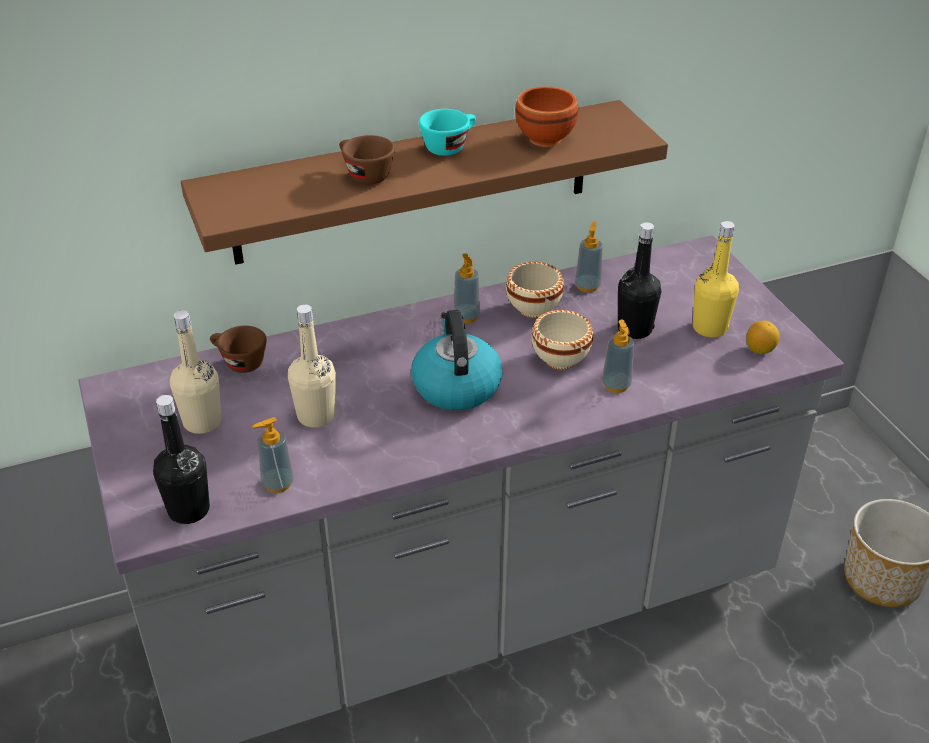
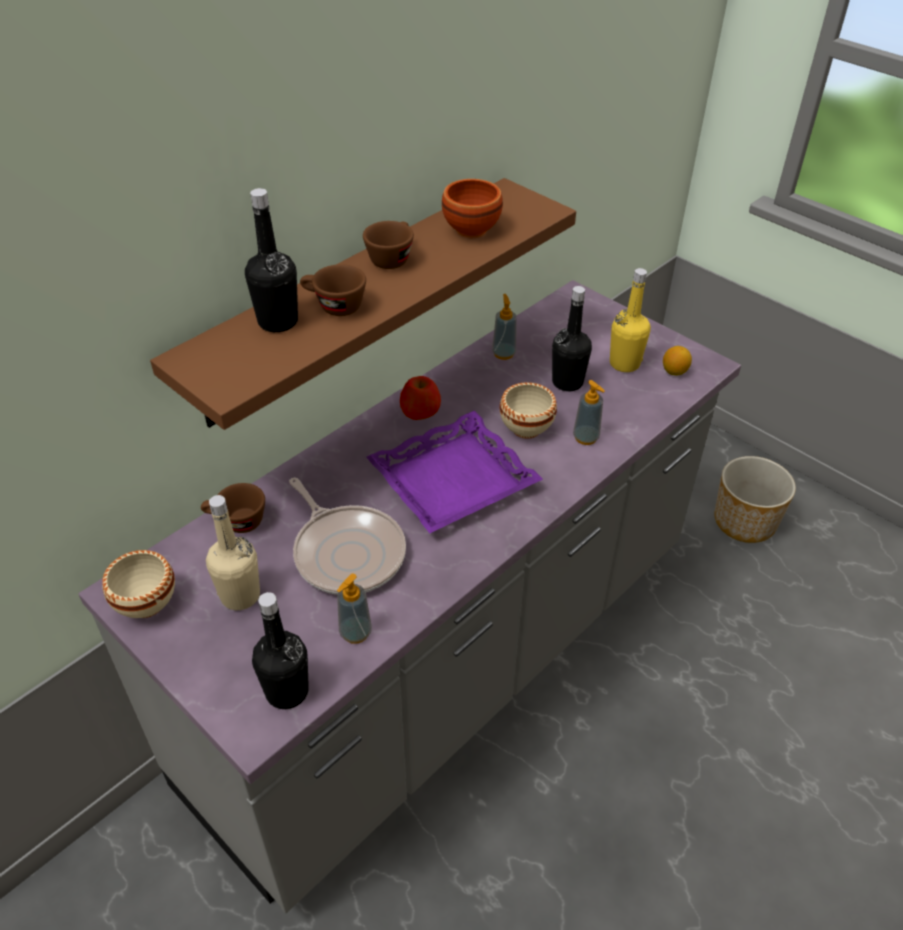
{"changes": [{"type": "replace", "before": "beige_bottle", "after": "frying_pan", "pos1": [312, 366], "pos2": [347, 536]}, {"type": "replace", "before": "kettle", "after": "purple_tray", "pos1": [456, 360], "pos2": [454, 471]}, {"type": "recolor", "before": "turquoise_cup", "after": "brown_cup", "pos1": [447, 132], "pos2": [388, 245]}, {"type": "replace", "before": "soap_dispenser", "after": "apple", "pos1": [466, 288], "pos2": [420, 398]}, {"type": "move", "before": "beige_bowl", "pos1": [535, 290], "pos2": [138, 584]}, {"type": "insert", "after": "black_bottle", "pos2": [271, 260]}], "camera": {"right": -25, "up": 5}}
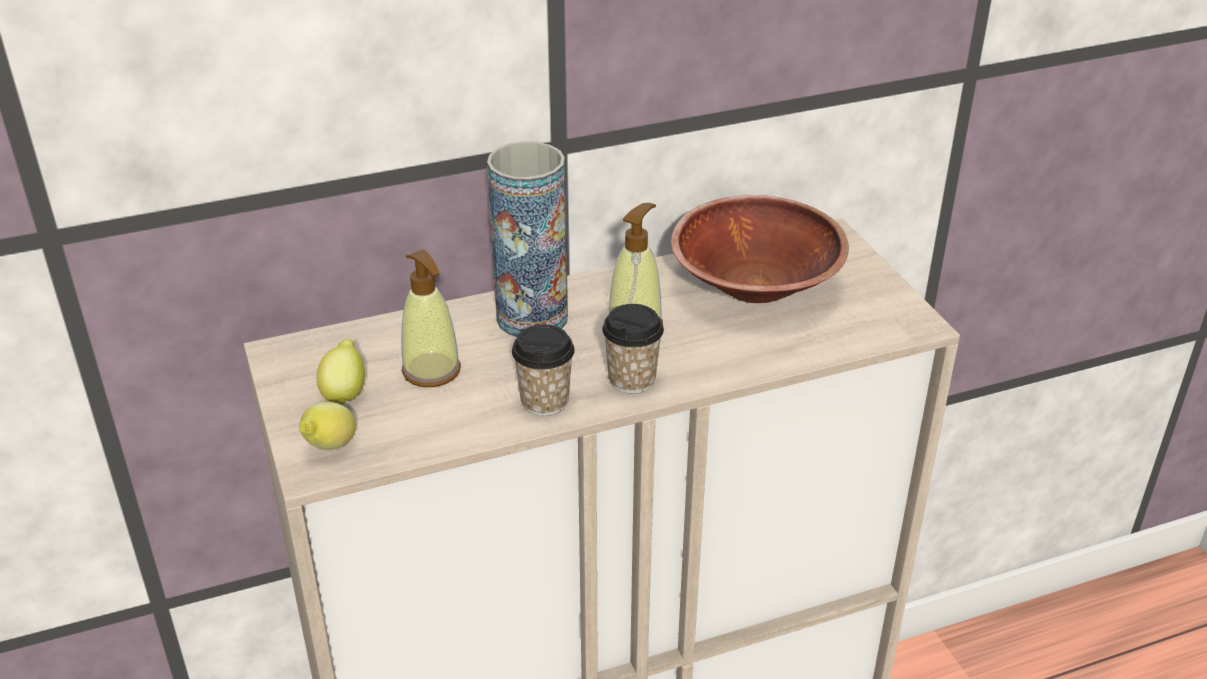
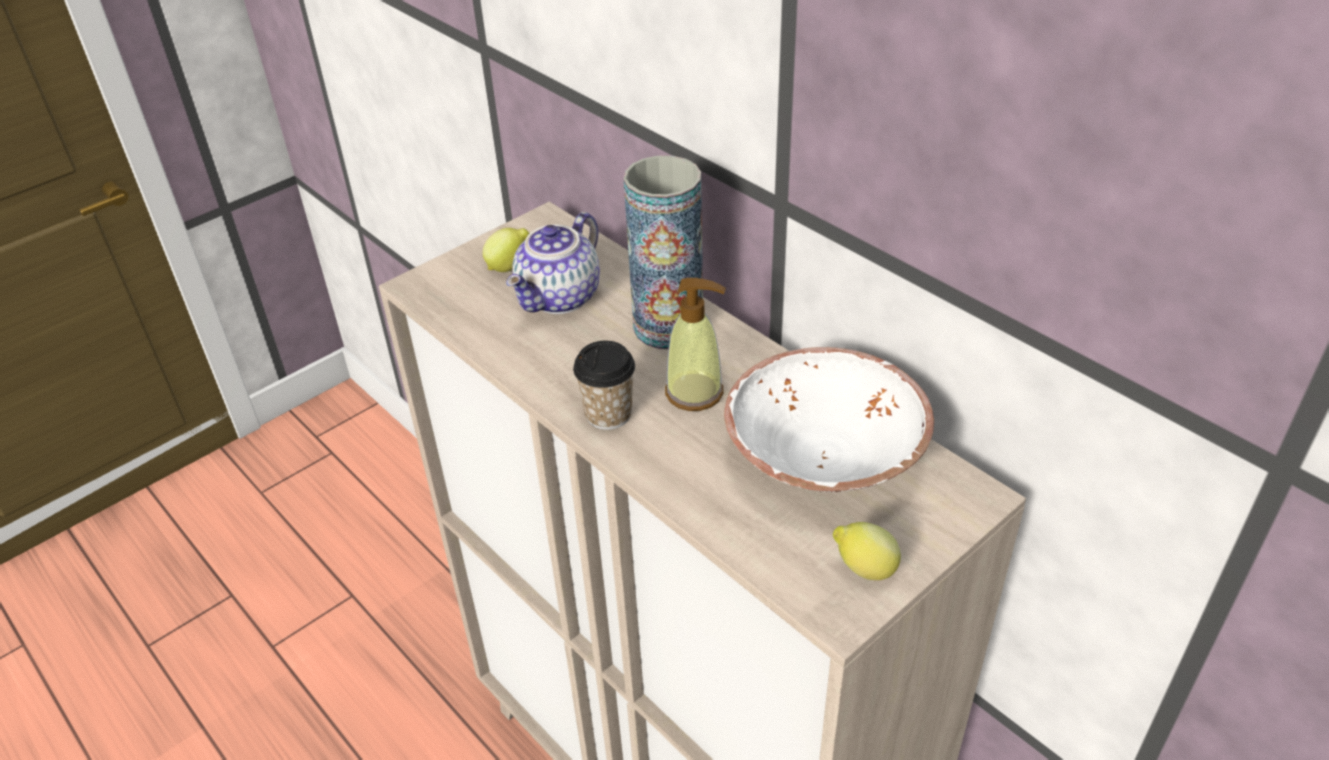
{"changes": [{"type": "move", "before": "lemon", "pos1": [327, 426], "pos2": [867, 551]}, {"type": "replace", "before": "soap_dispenser", "after": "teapot", "pos1": [431, 318], "pos2": [553, 263]}, {"type": "delete", "before": "cup", "pos1": [543, 370]}, {"type": "recolor", "before": "brown_bowl", "after": "white_bowl", "pos1": [760, 249], "pos2": [829, 419]}], "camera": {"right": 70, "up": 5}}
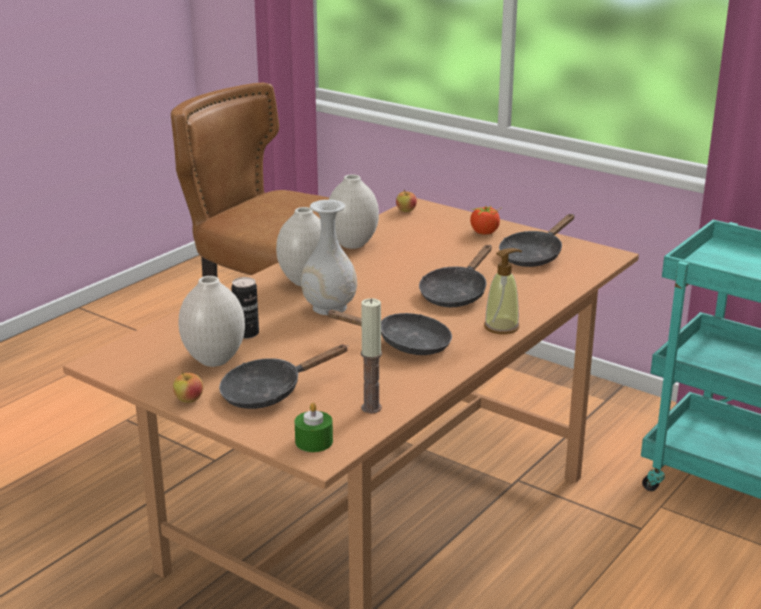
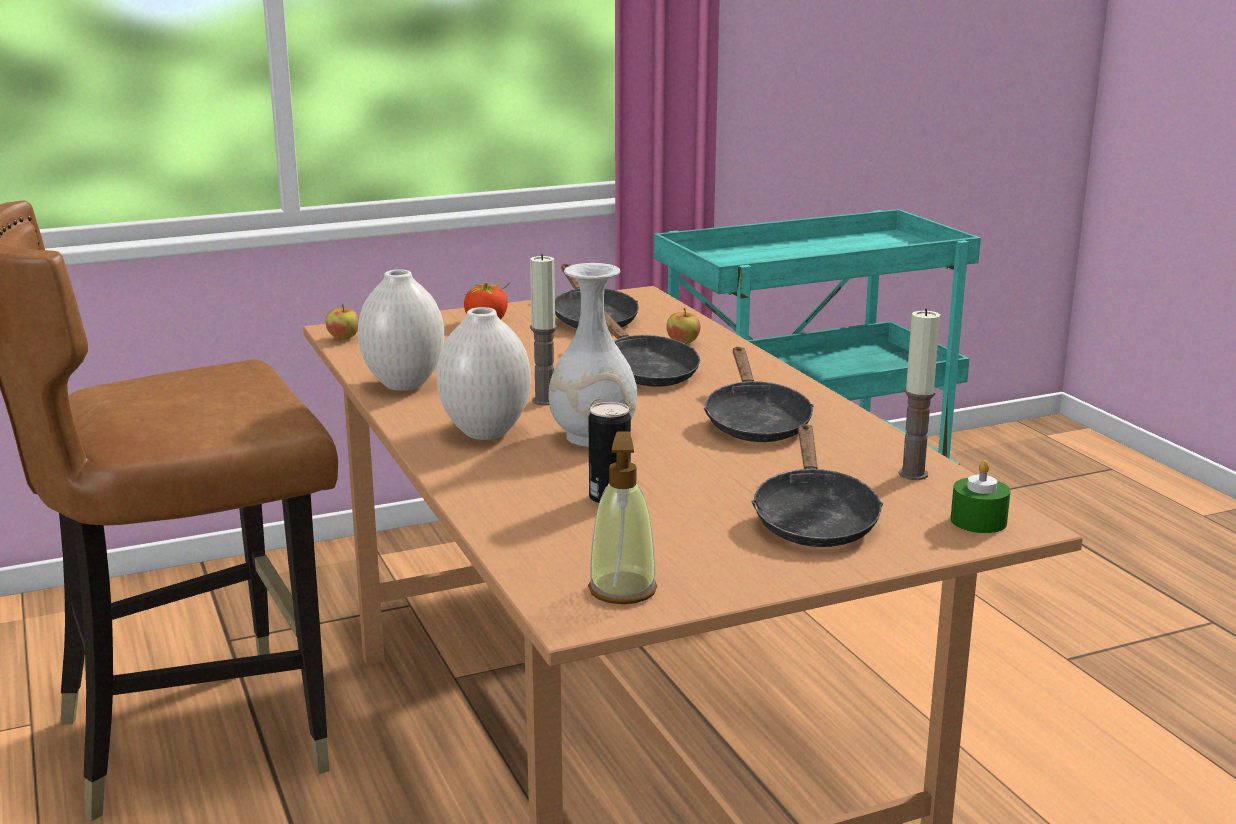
{"changes": [{"type": "move", "before": "apple", "pos1": [188, 387], "pos2": [683, 326]}, {"type": "delete", "before": "white_vase", "pos1": [211, 321]}, {"type": "rotate", "before": "black_frying_pan", "pos1": [389, 332], "pos2": [759, 394], "turn": 135}, {"type": "move", "before": "soap_dispenser", "pos1": [503, 291], "pos2": [622, 518]}, {"type": "insert", "after": "candle", "pos2": [543, 330]}], "camera": {"right": -60, "up": -5}}
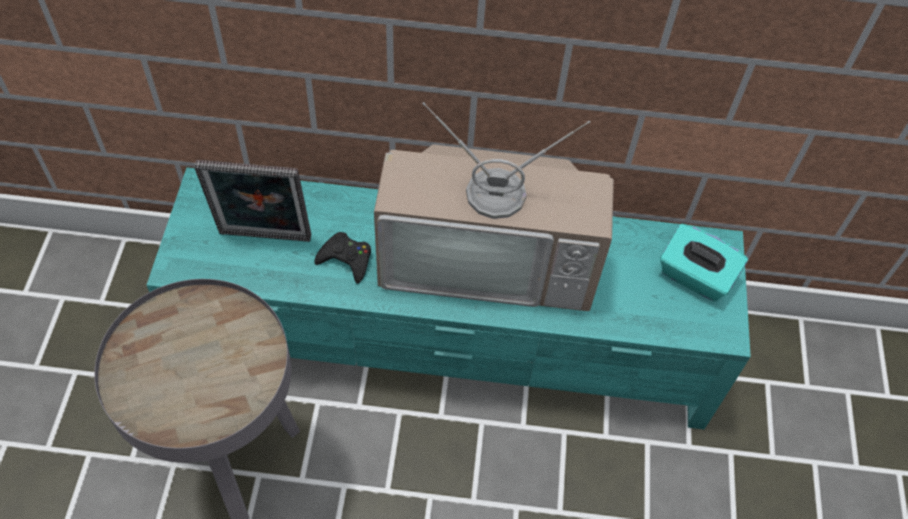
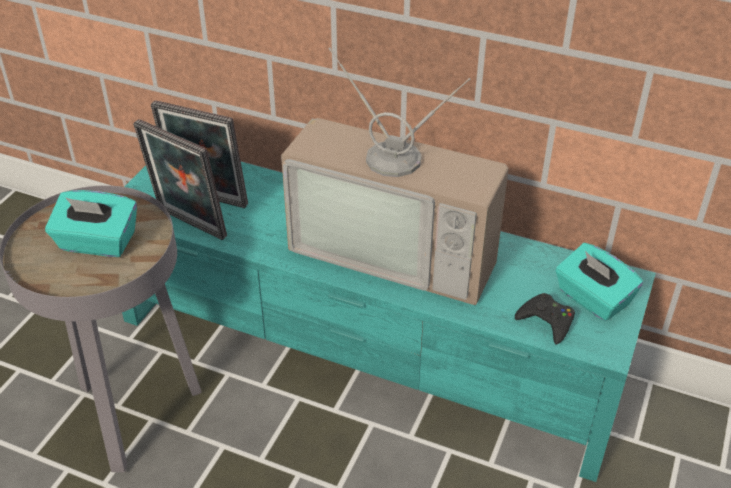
{"changes": [{"type": "move", "before": "black_game_controller", "pos1": [342, 258], "pos2": [545, 319]}, {"type": "insert", "after": "turquoise_tissue_box", "pos2": [91, 223]}, {"type": "insert", "after": "picture_frame", "pos2": [180, 179]}], "camera": {"right": 20, "up": -15}}
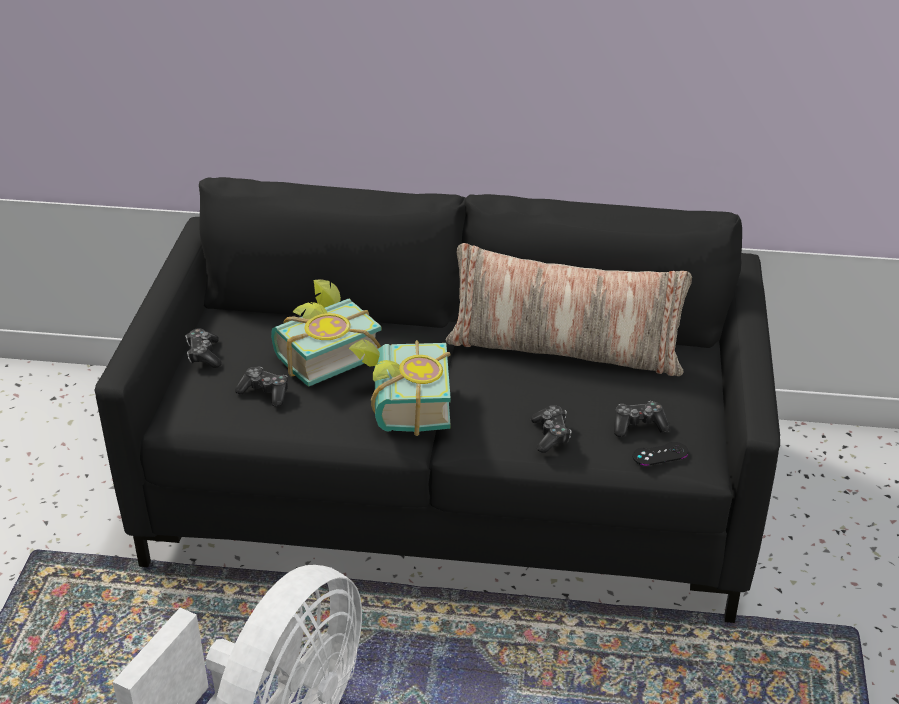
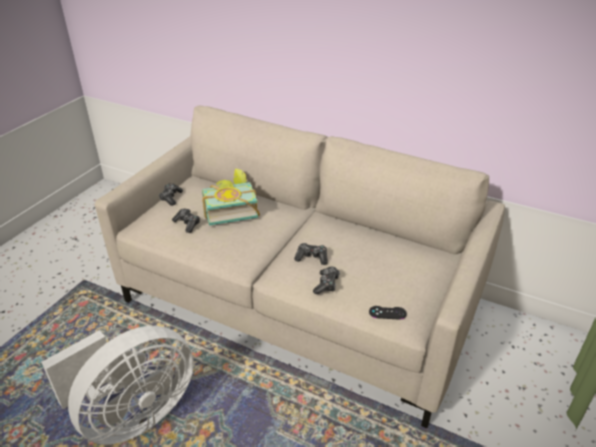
{"changes": [{"type": "recolor", "before": "black_sofa", "after": "beige_sofa", "pos1": [437, 400], "pos2": [300, 266]}, {"type": "delete", "before": "book", "pos1": [400, 388]}, {"type": "delete", "before": "pillow", "pos1": [569, 309]}, {"type": "move", "before": "game_controller", "pos1": [642, 419], "pos2": [311, 254]}], "camera": {"right": 20, "up": 0}}
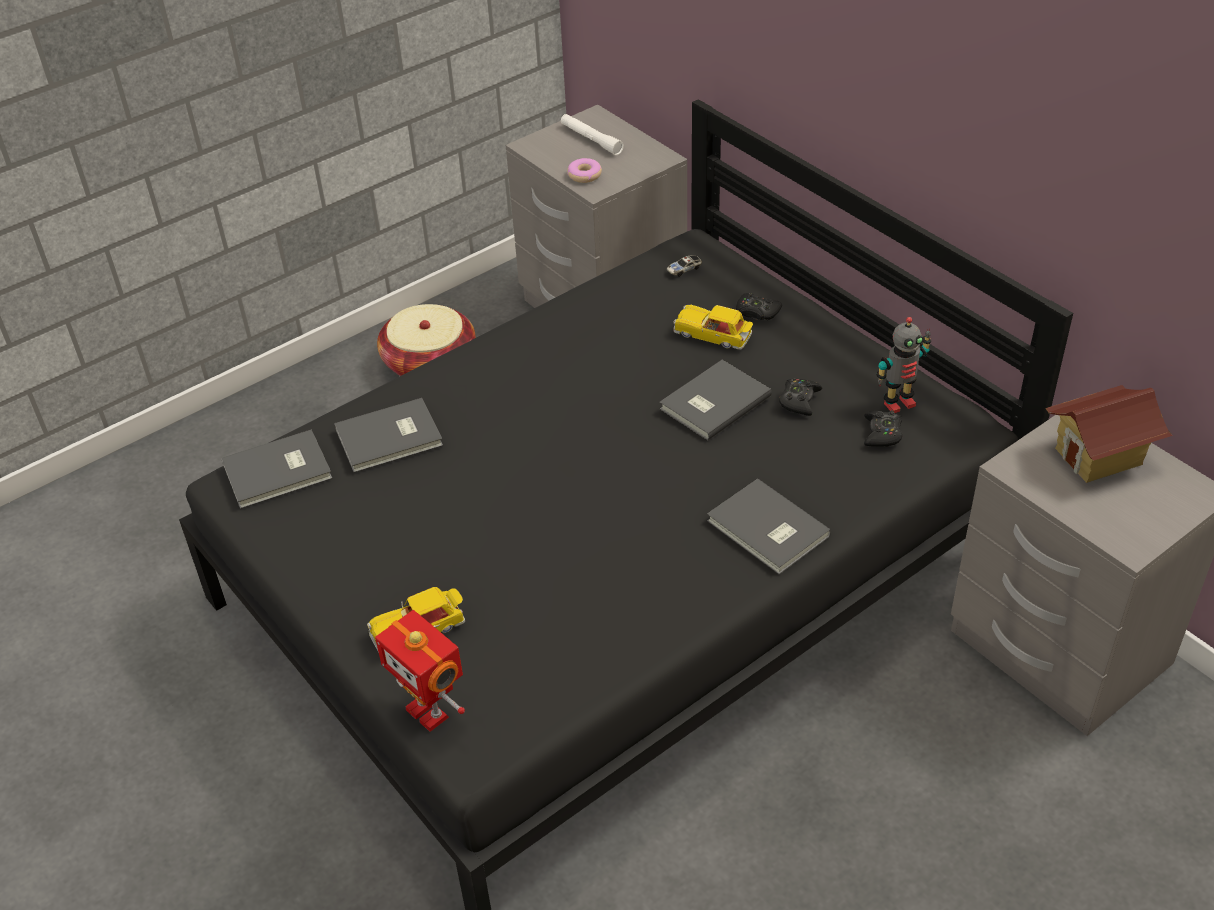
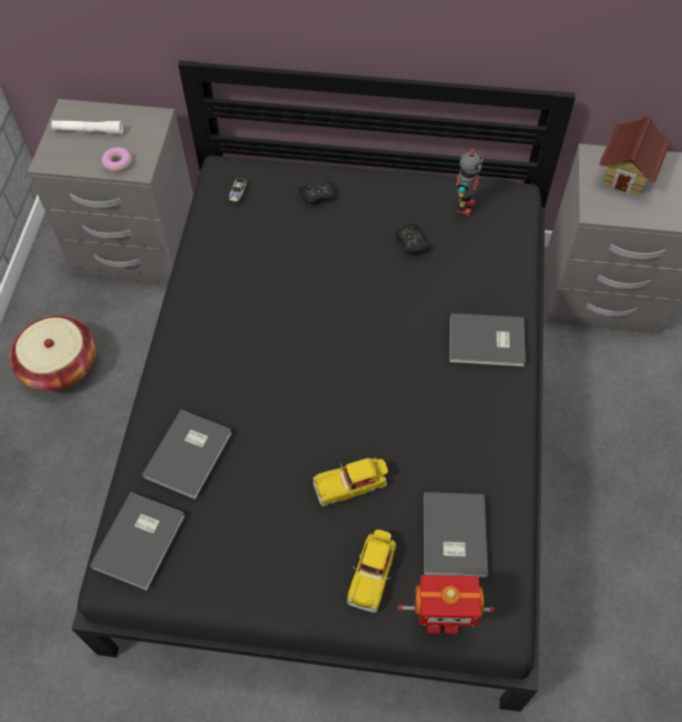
{"changes": [{"type": "move", "before": "grey_book", "pos1": [716, 400], "pos2": [456, 534]}, {"type": "move", "before": "toy_car", "pos1": [713, 327], "pos2": [350, 482]}, {"type": "delete", "before": "black_game_controller", "pos1": [883, 428]}], "camera": {"right": -45, "up": 15}}
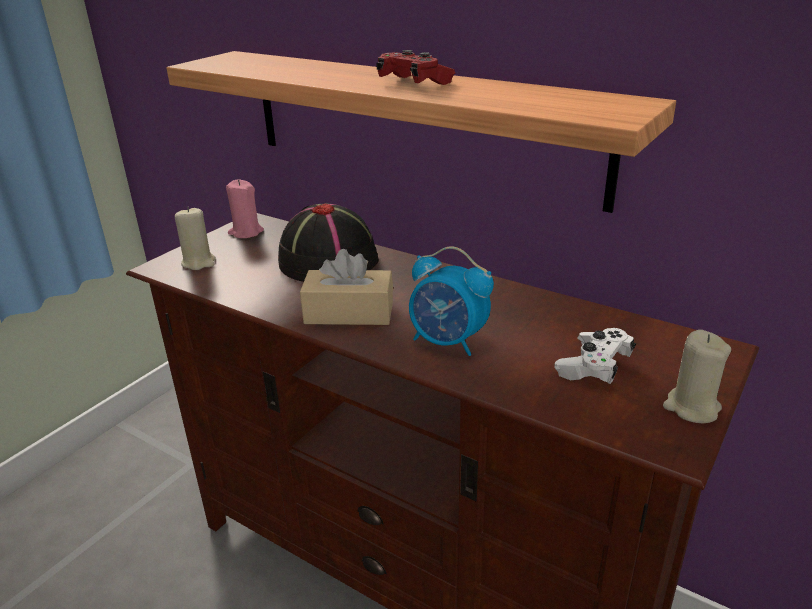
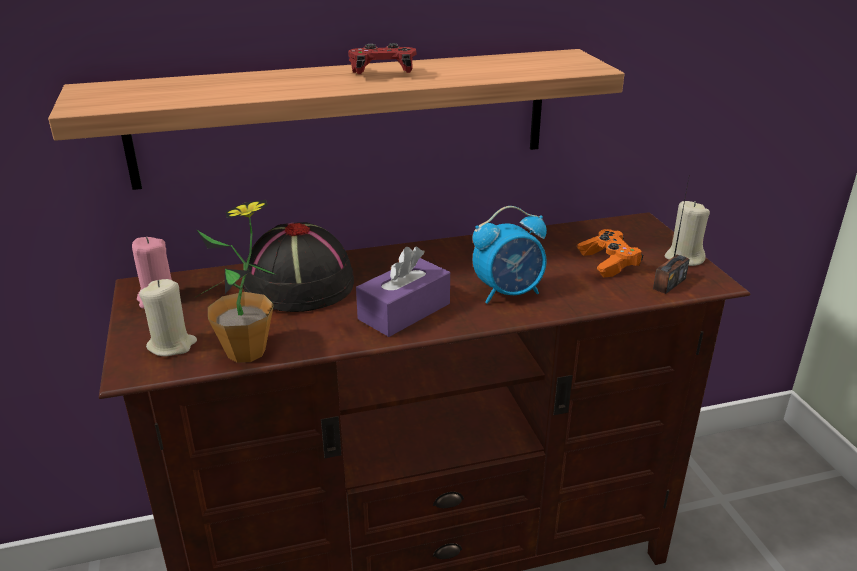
{"changes": [{"type": "recolor", "before": "beige_tissue_box", "after": "purple_tissue_box", "pos1": [346, 287], "pos2": [403, 291]}, {"type": "recolor", "before": "white_game_controller", "after": "orange_game_controller", "pos1": [595, 356], "pos2": [610, 253]}, {"type": "insert", "after": "potted_plant", "pos2": [236, 281]}, {"type": "insert", "after": "radio", "pos2": [671, 234]}], "camera": {"right": -50, "up": 0}}
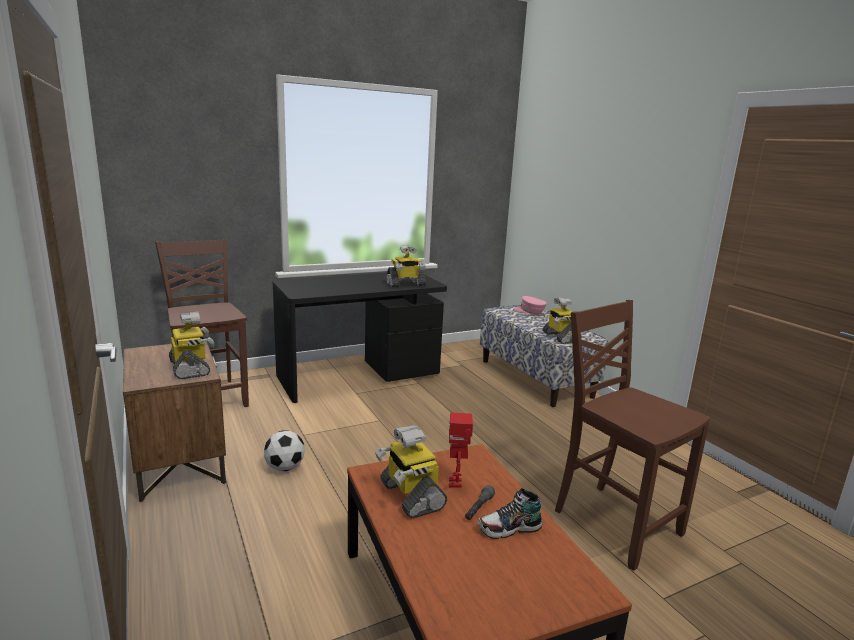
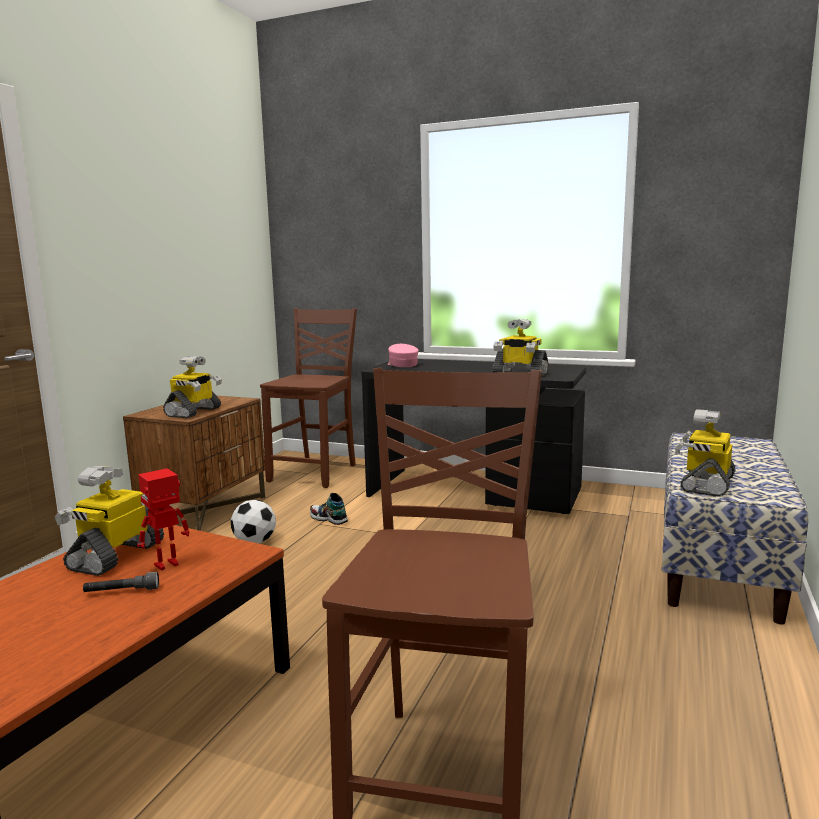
{"changes": [{"type": "move", "before": "shoe", "pos1": [510, 513], "pos2": [329, 509]}, {"type": "move", "before": "pink_cap", "pos1": [530, 305], "pos2": [403, 355]}], "camera": {"right": 50, "up": -5}}
